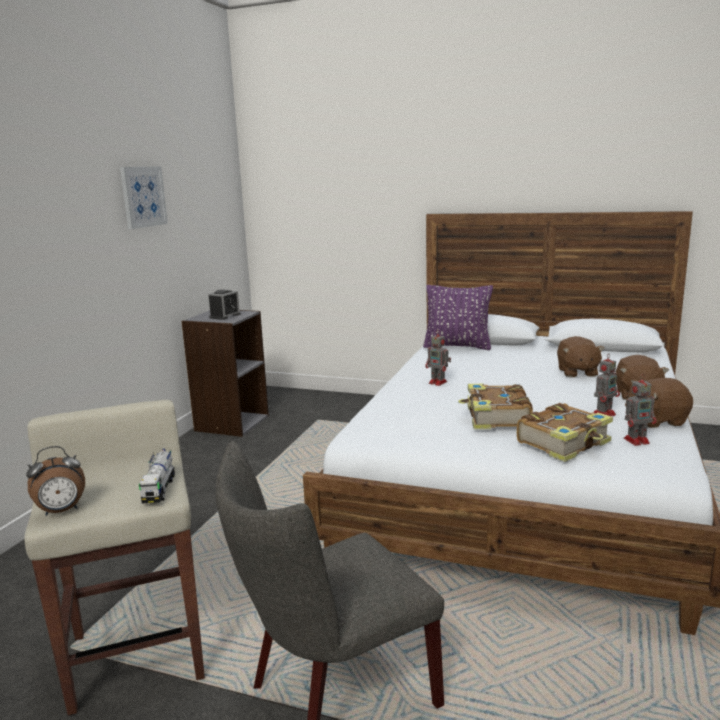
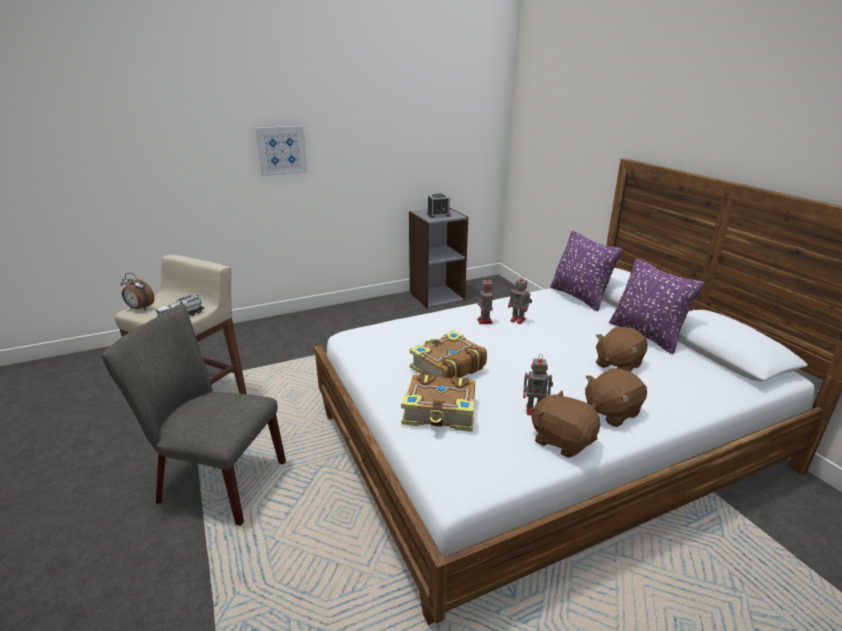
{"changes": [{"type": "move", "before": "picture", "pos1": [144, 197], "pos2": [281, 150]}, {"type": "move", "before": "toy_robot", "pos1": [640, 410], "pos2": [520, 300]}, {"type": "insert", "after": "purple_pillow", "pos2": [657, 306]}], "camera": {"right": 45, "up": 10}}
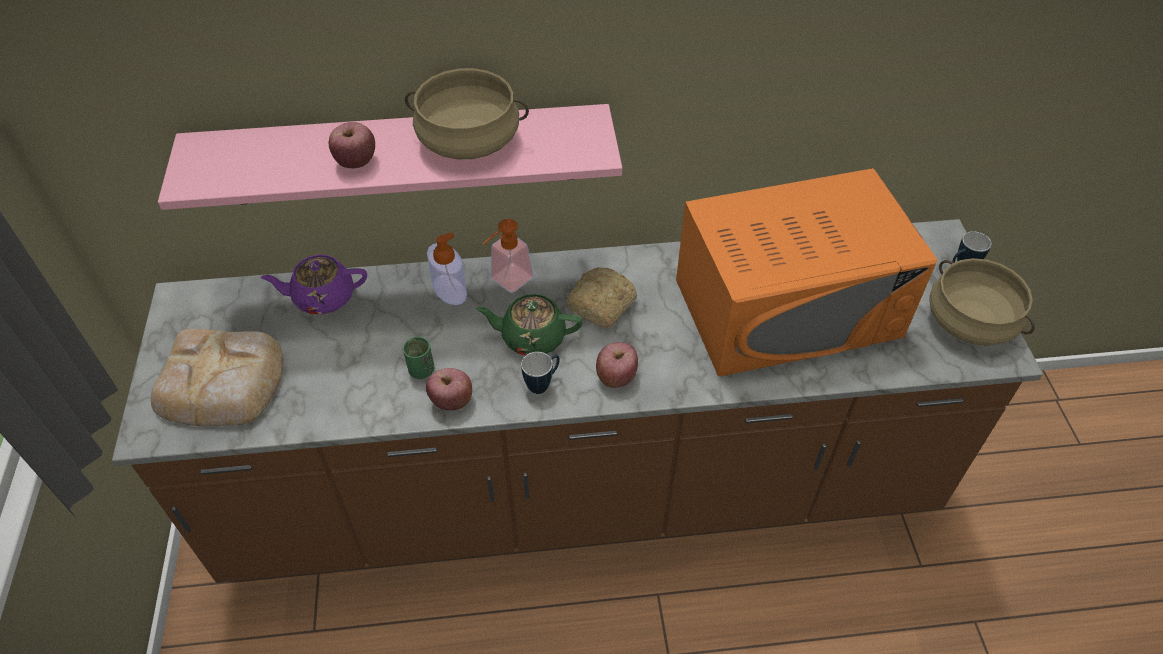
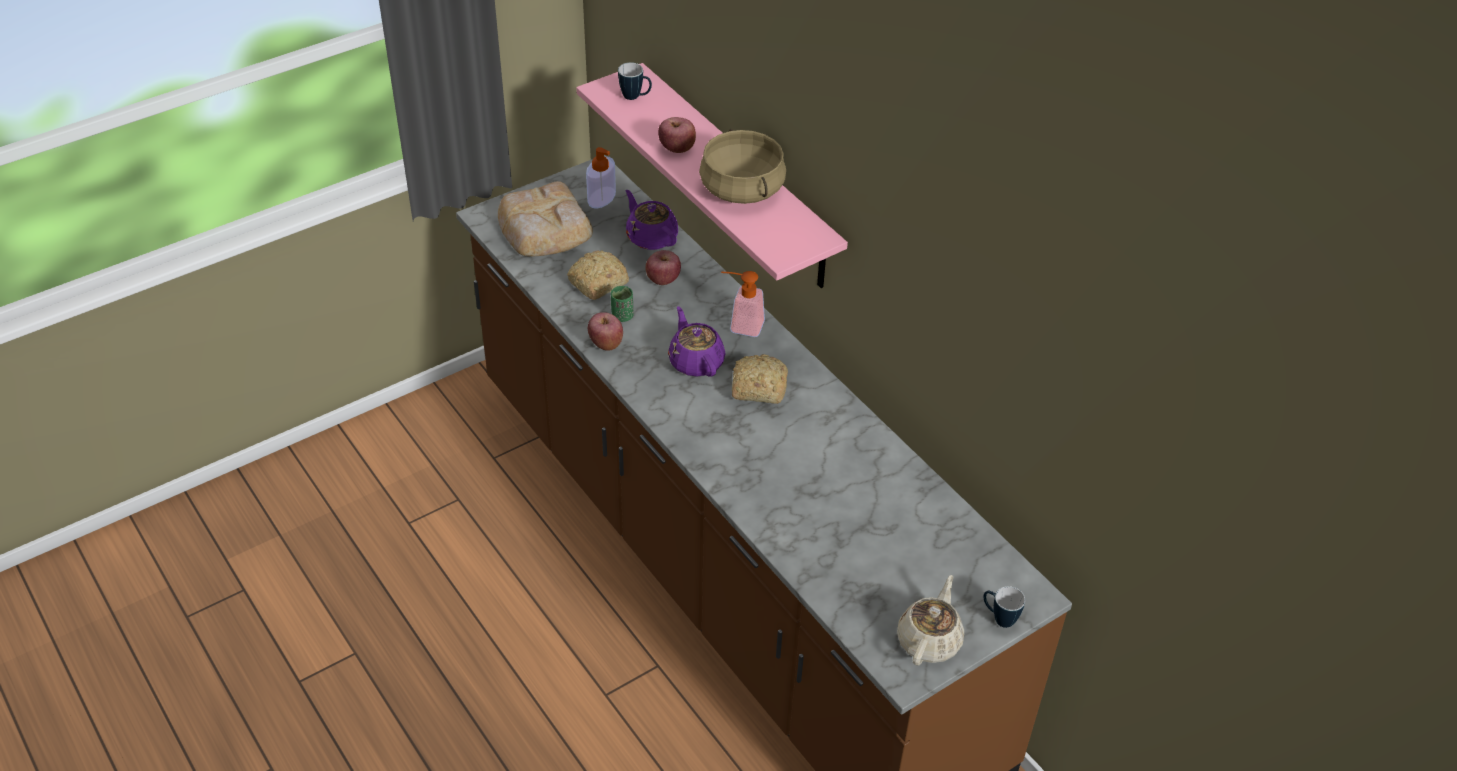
{"changes": [{"type": "move", "before": "soap_dispenser", "pos1": [447, 268], "pos2": [601, 178]}, {"type": "recolor", "before": "green_teapot", "after": "purple_teapot", "pos1": [529, 324], "pos2": [696, 341]}, {"type": "move", "before": "mug", "pos1": [540, 373], "pos2": [635, 81]}, {"type": "move", "before": "apple", "pos1": [617, 365], "pos2": [663, 267]}, {"type": "delete", "before": "orange_microwave", "pos1": [806, 272]}, {"type": "replace", "before": "beige_cooking_pot", "after": "beige_teapot", "pos1": [982, 302], "pos2": [930, 620]}, {"type": "insert", "after": "bread", "pos2": [598, 275]}], "camera": {"right": 60, "up": -5}}
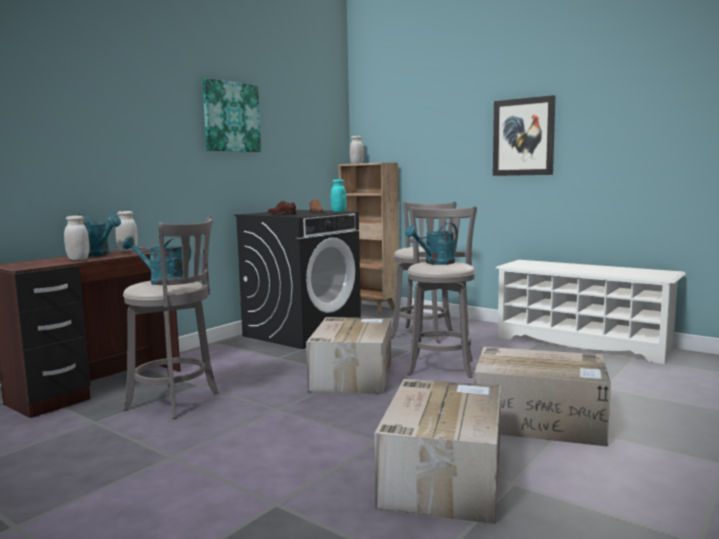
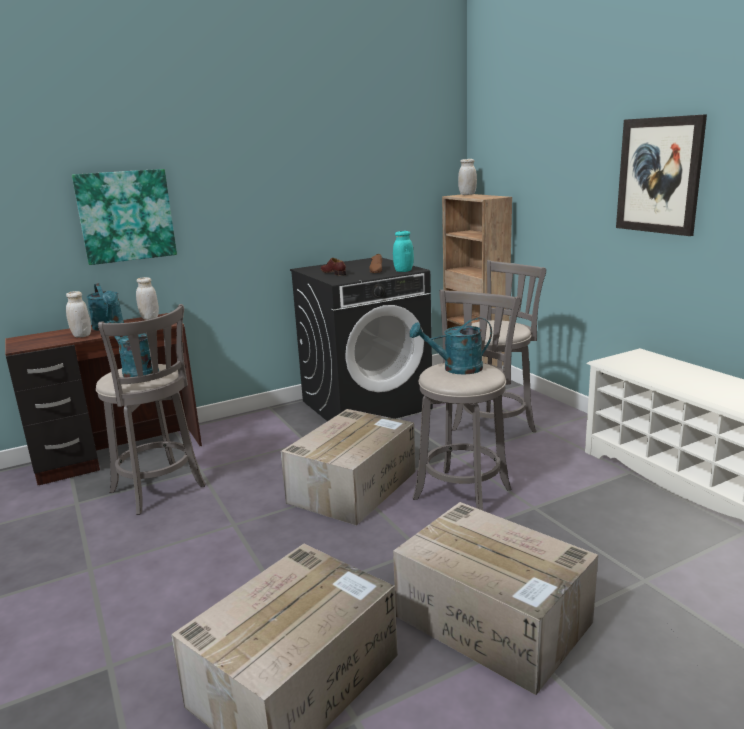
{"changes": [{"type": "move", "before": "picture", "pos1": [231, 115], "pos2": [124, 217]}], "camera": {"right": 25, "up": 10}}
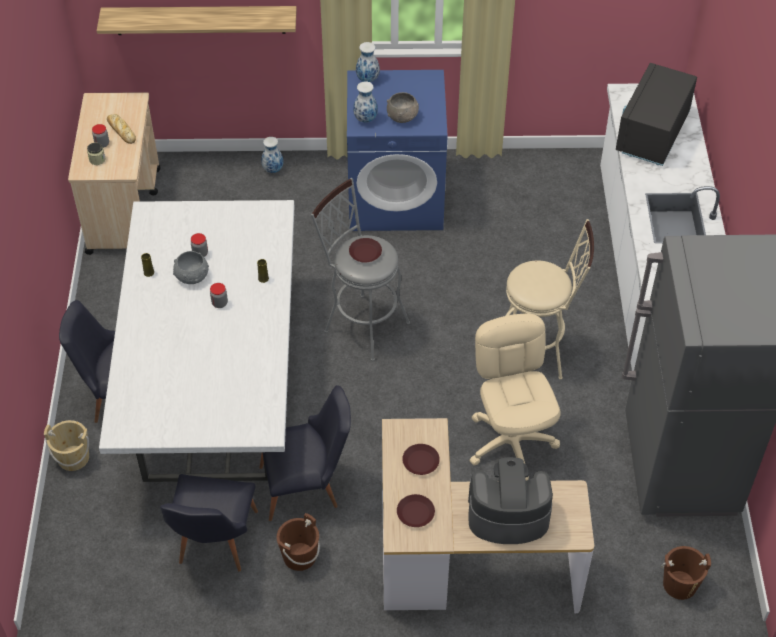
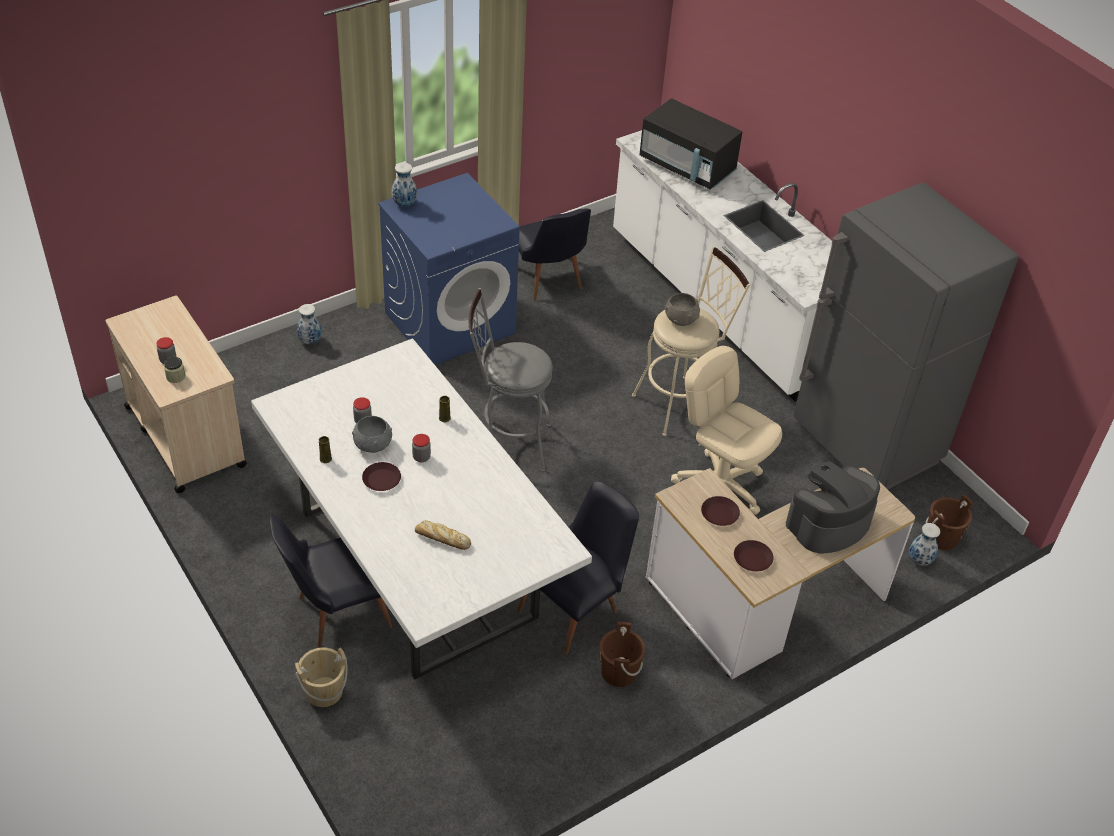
{"changes": [{"type": "delete", "before": "shelf", "pos1": [197, 20]}, {"type": "move", "before": "bread", "pos1": [121, 129], "pos2": [443, 535]}, {"type": "move", "before": "black_chair", "pos1": [209, 522], "pos2": [555, 255]}, {"type": "move", "before": "brown_plate", "pos1": [365, 250], "pos2": [381, 476]}, {"type": "move", "before": "vase", "pos1": [365, 101], "pos2": [924, 544]}, {"type": "move", "before": "grey_bowl", "pos1": [403, 107], "pos2": [682, 309]}, {"type": "rotate", "before": "black_microwave", "pos1": [656, 114], "pos2": [690, 144], "turn": -45}], "camera": {"right": -35, "up": -5}}
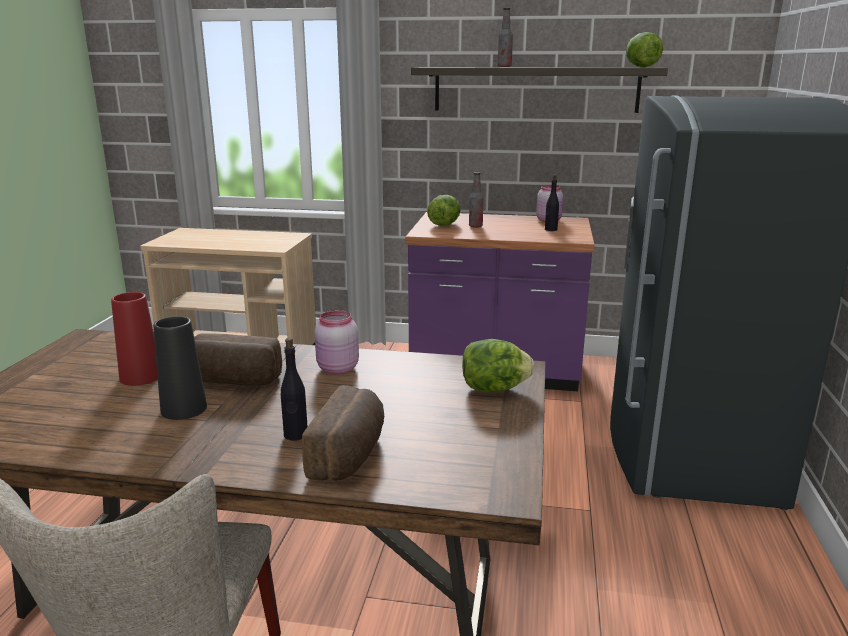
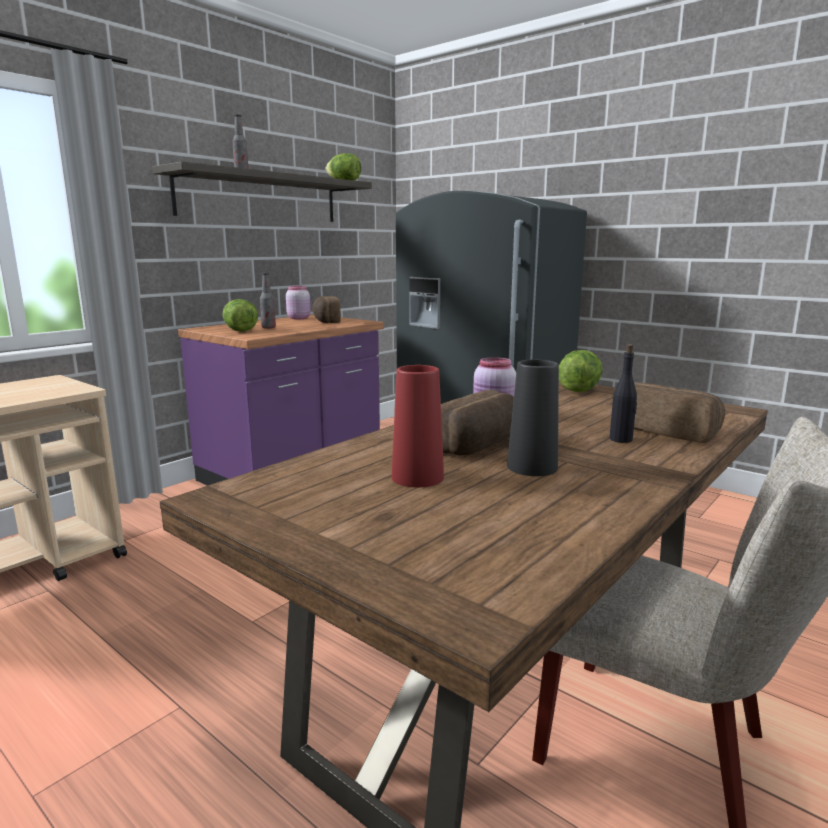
{"changes": [{"type": "replace", "before": "black_bottle", "after": "bread", "pos1": [552, 203], "pos2": [326, 309]}], "camera": {"right": -60, "up": -5}}
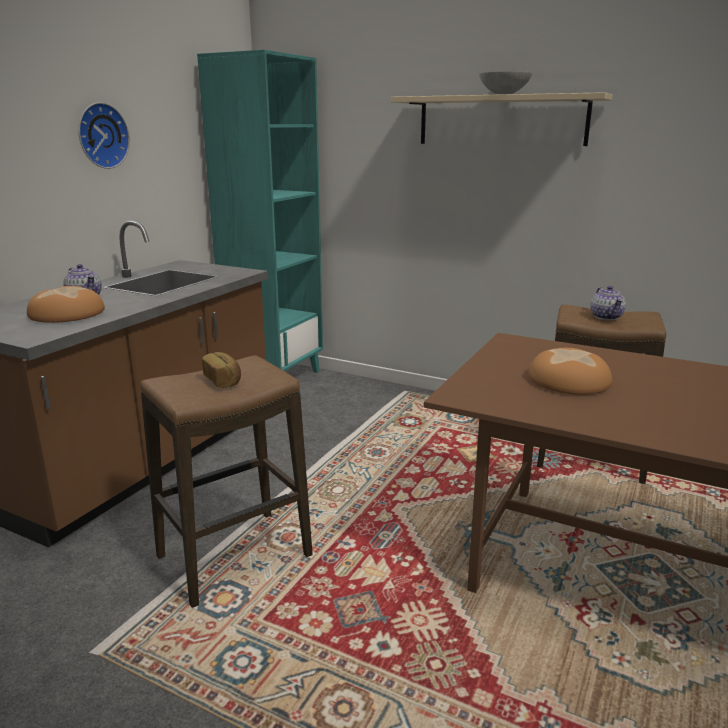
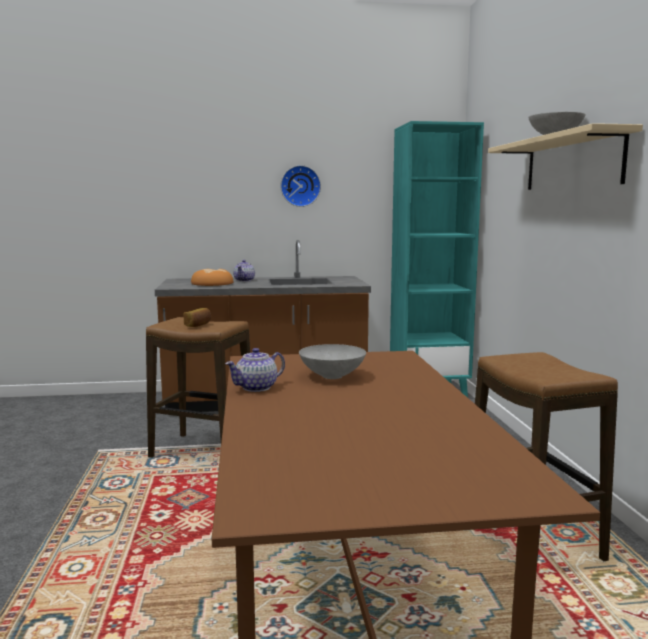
{"changes": [{"type": "replace", "before": "bread", "after": "grey_bowl", "pos1": [570, 371], "pos2": [332, 361]}, {"type": "move", "before": "teapot", "pos1": [608, 303], "pos2": [255, 370]}], "camera": {"right": 55, "up": -10}}
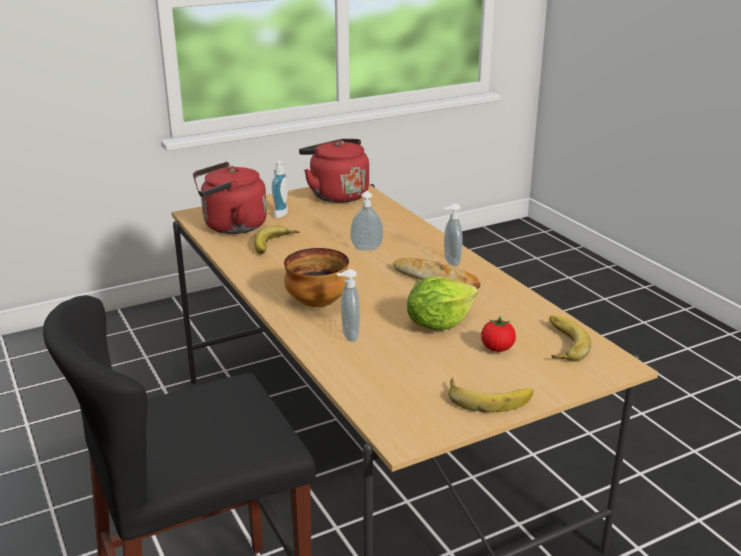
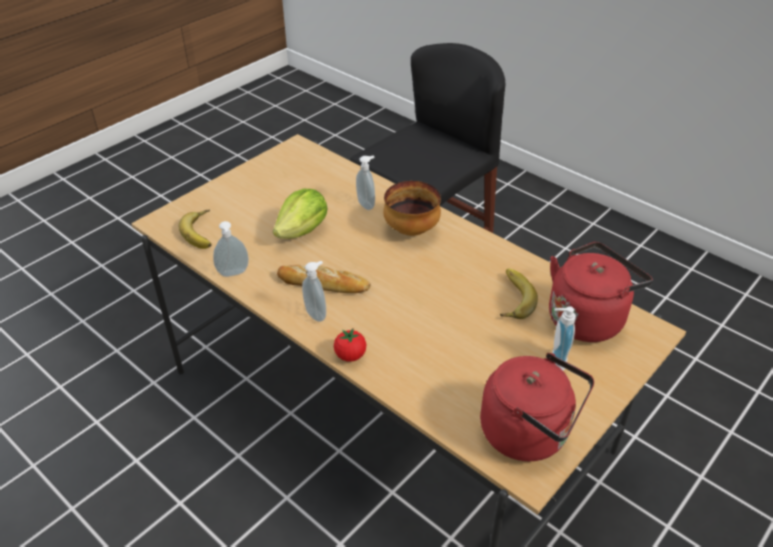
{"changes": [{"type": "move", "before": "soap_dispenser", "pos1": [367, 220], "pos2": [231, 249]}, {"type": "delete", "before": "banana", "pos1": [490, 394]}, {"type": "move", "before": "tomato", "pos1": [498, 334], "pos2": [350, 345]}], "camera": {"right": 160, "up": 15}}
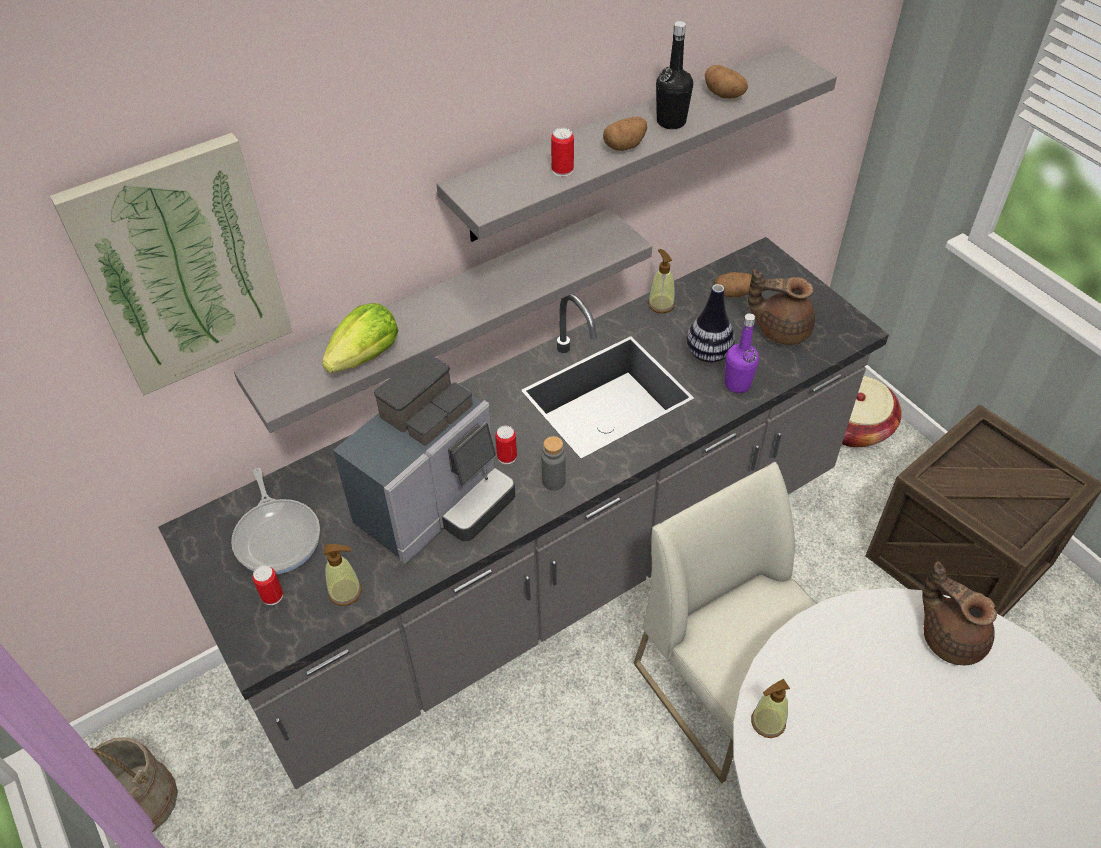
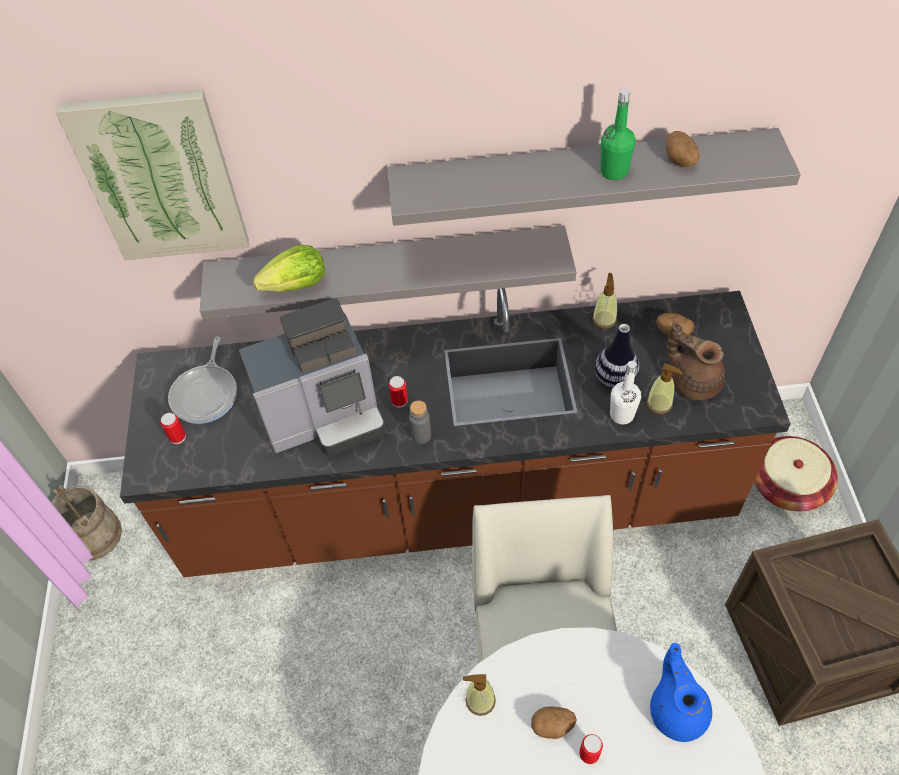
{"changes": [{"type": "recolor", "before": "grey_counter", "after": "brown_counter", "pos1": [523, 513], "pos2": [455, 432]}, {"type": "move", "before": "soap_dispenser", "pos1": [343, 575], "pos2": [664, 389]}, {"type": "move", "before": "can", "pos1": [562, 152], "pos2": [591, 749]}, {"type": "move", "before": "potato", "pos1": [625, 134], "pos2": [554, 722]}, {"type": "recolor", "before": "black_bottle", "after": "green_bottle", "pos1": [674, 75], "pos2": [618, 134]}, {"type": "recolor", "before": "purple_bottle", "after": "white_bottle", "pos1": [742, 353], "pos2": [625, 392]}, {"type": "recolor", "before": "brown_teapot", "after": "blue_teapot", "pos1": [959, 613], "pos2": [681, 692]}], "camera": {"right": 30, "up": 5}}
